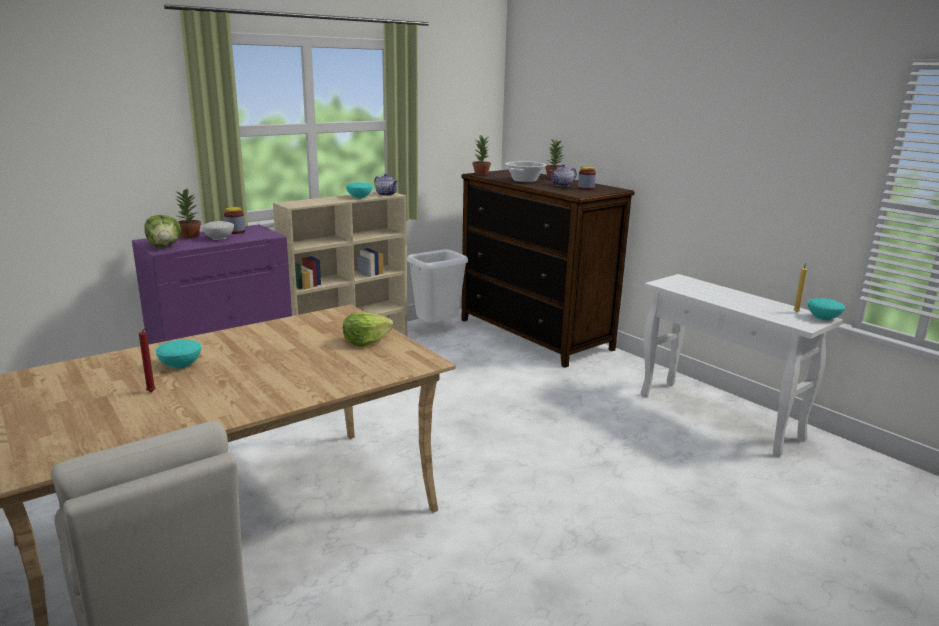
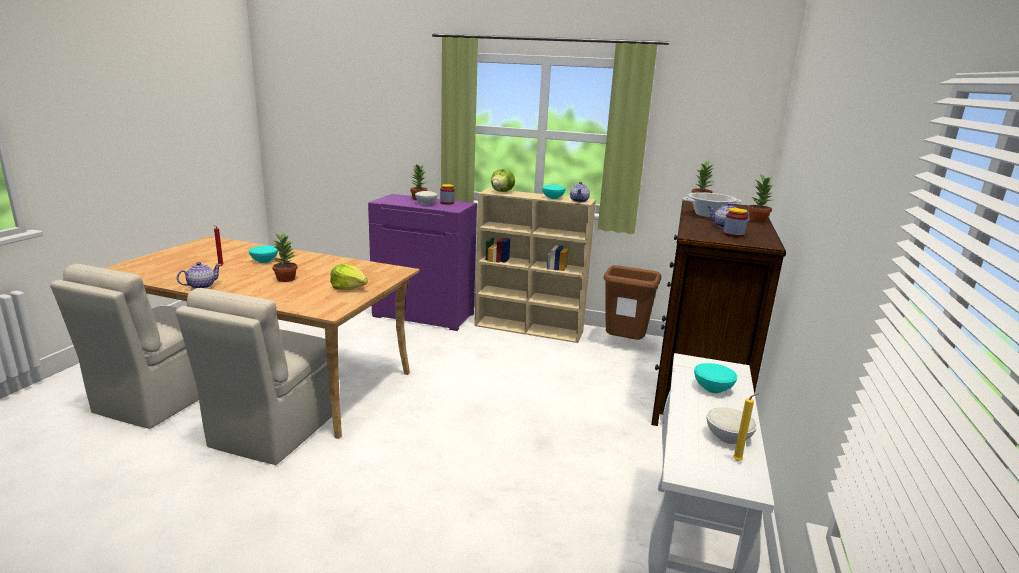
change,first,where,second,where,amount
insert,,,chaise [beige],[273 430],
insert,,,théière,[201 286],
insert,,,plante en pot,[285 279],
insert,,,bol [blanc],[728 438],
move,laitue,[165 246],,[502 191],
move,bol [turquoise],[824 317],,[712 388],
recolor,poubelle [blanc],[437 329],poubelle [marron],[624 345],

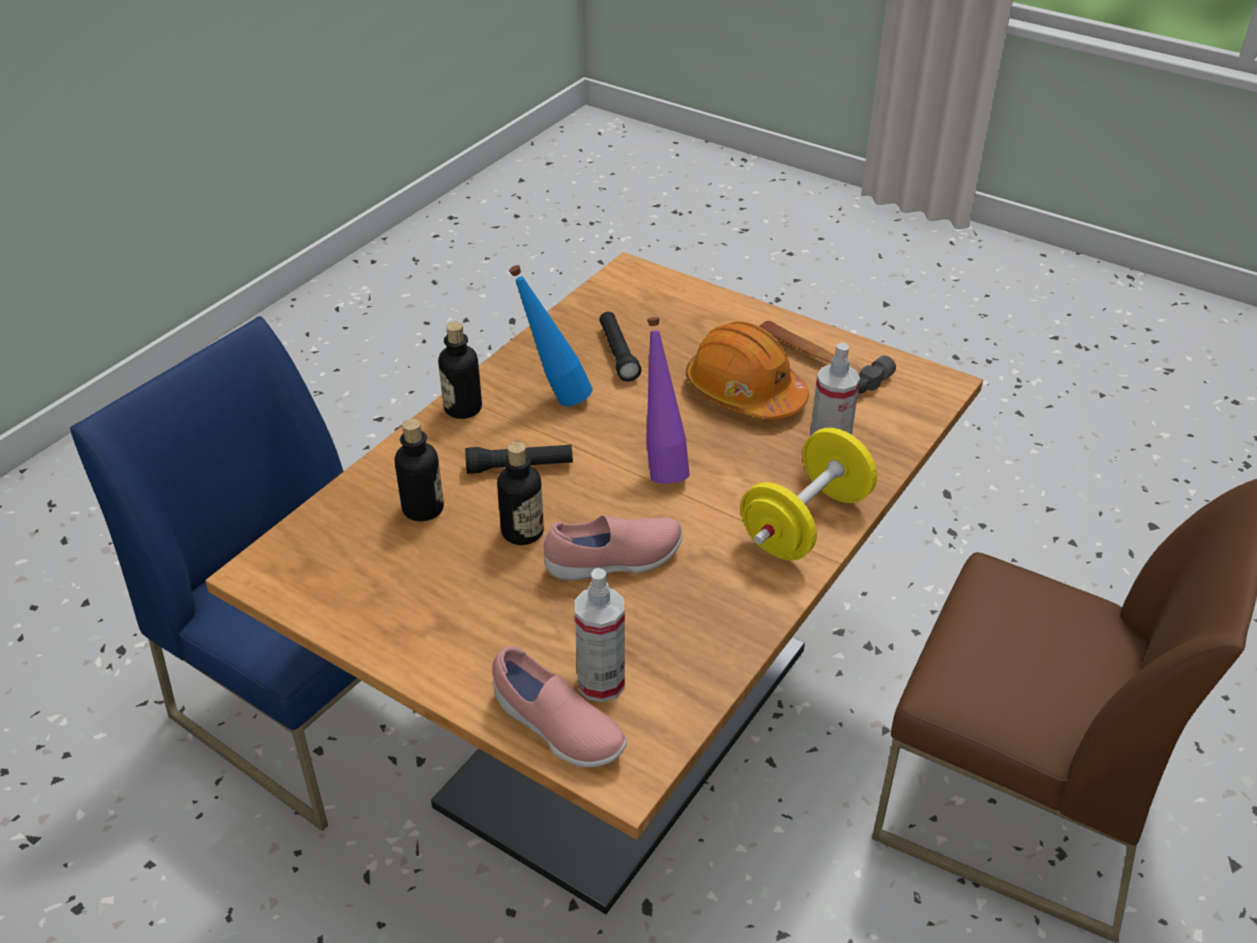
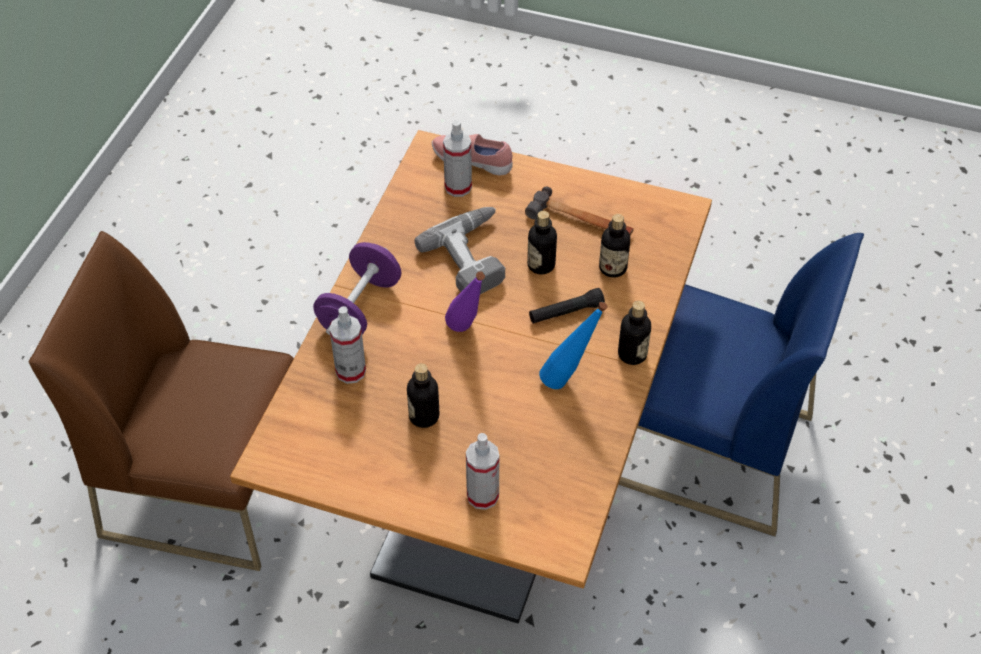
change,first,where,second,where,amount
delete,lampe de poche [noir],[618 354],,,
insert,,,vaporisateur,[482 495],
move,marteau,[820 359],,[580 222],
replace,chaussure [rose],[615 562],perceuse,[475 256],
replace,casque de chantier [orange],[744 392],bouteille,[424 416],
recolor,haltère [jaune],[805 523],haltère [violet],[359 308],

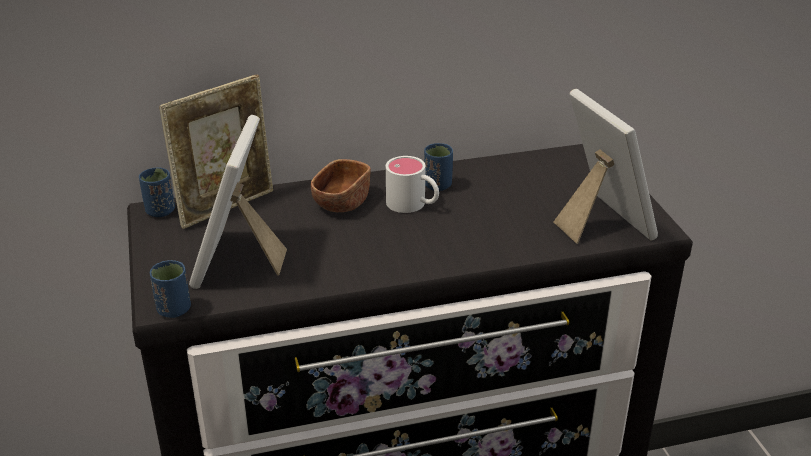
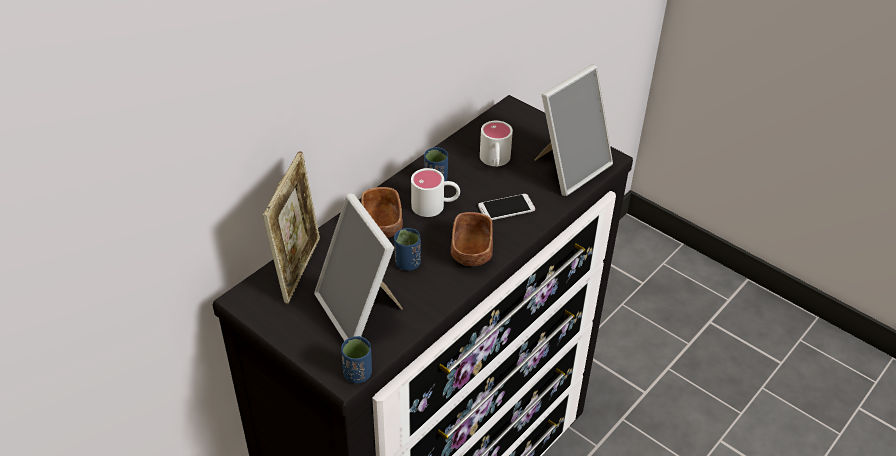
change,first,where,second,where,amount
insert,,,bol [marron],[471 252],
insert,,,téléphone,[506 208],
insert,,,mug [blanc],[495 161],
move,tasse [bleu],[160 211],,[407 263],
rotate,cadre photo,[599 223],,[569 168],105 degrees clockwise

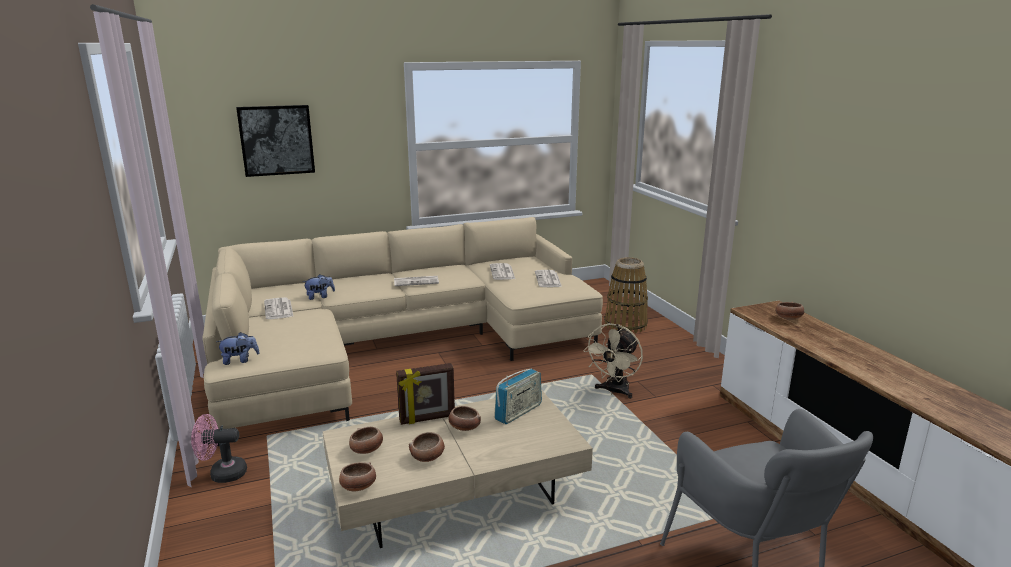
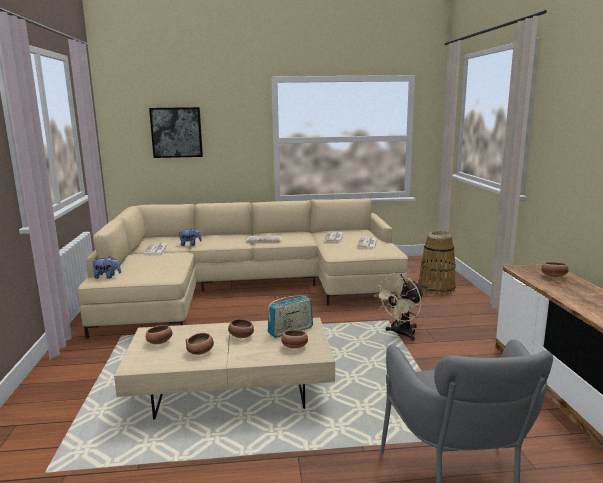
change,first,where,second,where,amount
delete,ventilateur [rose],[222 474],,,
delete,cadre photo,[427 419],,,
move,bol,[358 487],,[294 347],

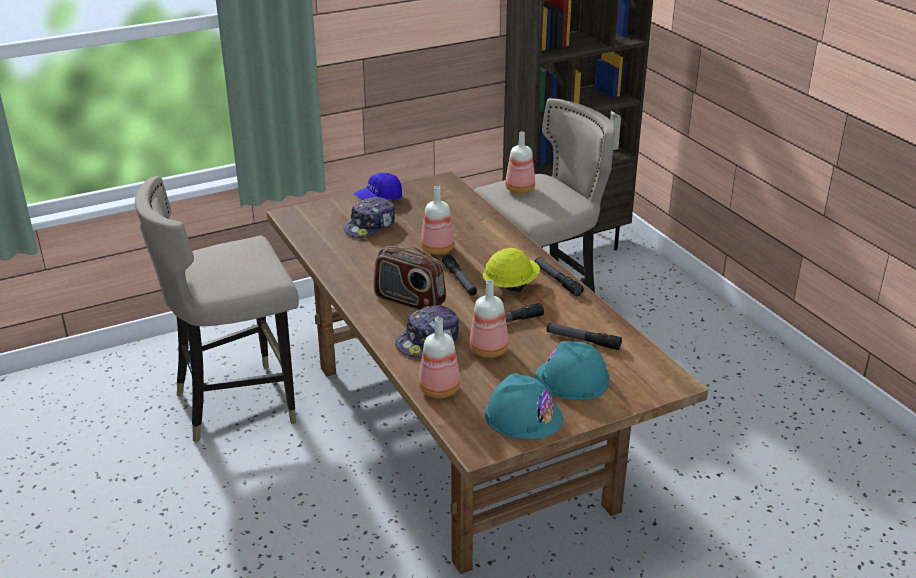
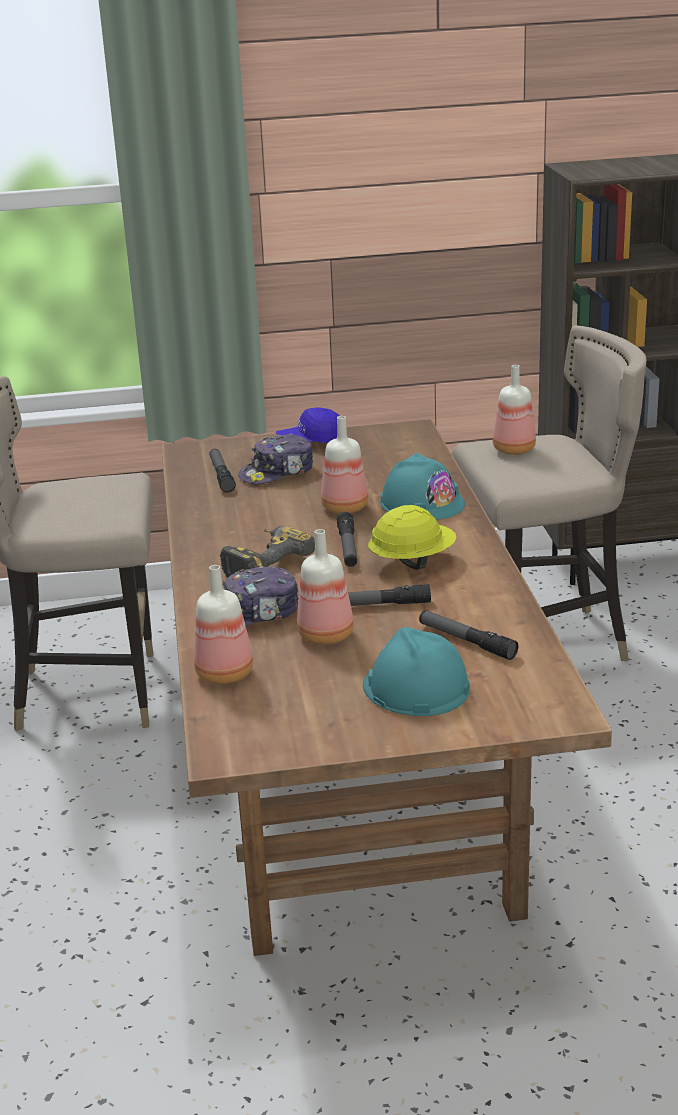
change,first,where,second,where,amount
move,casque de chantier [turquoise],[523 416],,[422 503],
move,lampe de poche,[557 280],,[221 476],
replace,radio,[409 301],perceuse,[263 564],

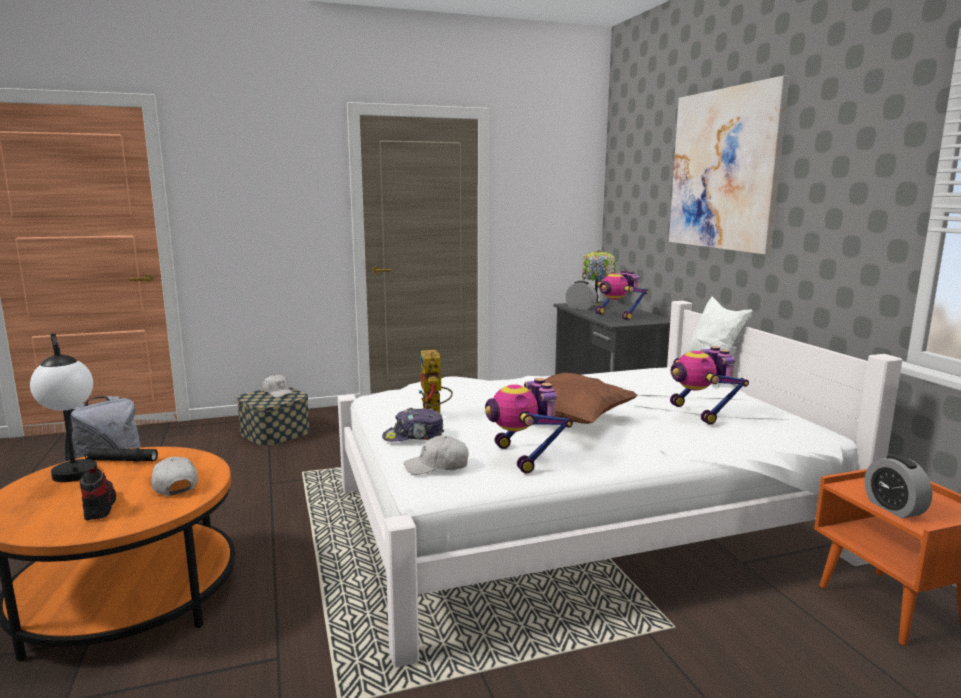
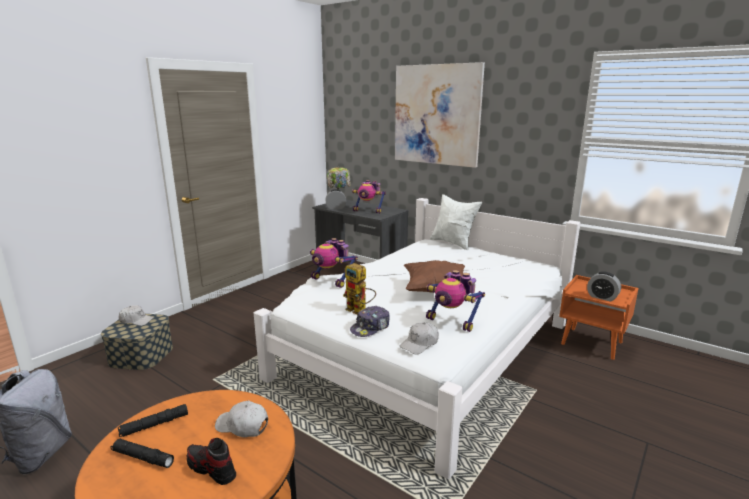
change,first,where,second,where,amount
move,robot jouet,[700 413],,[331 281],
replace,lampe de table,[77 479],lampe de poche [noir],[142 457],

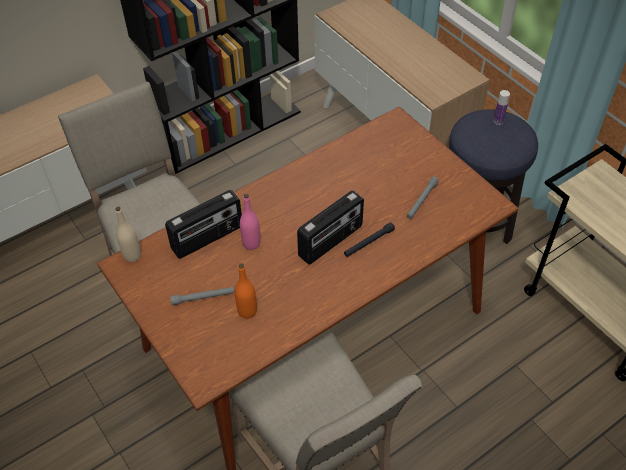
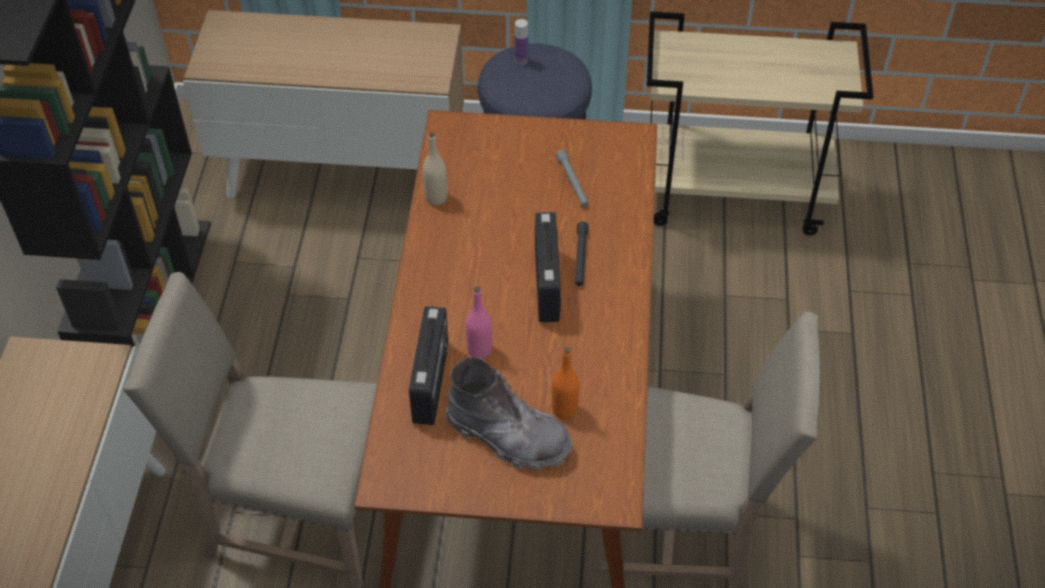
change,first,where,second,where,amount
move,bouteille [beige],[132 255],,[436 198],
replace,lampe de poche [gris],[203 298],botte [gris],[508 436],

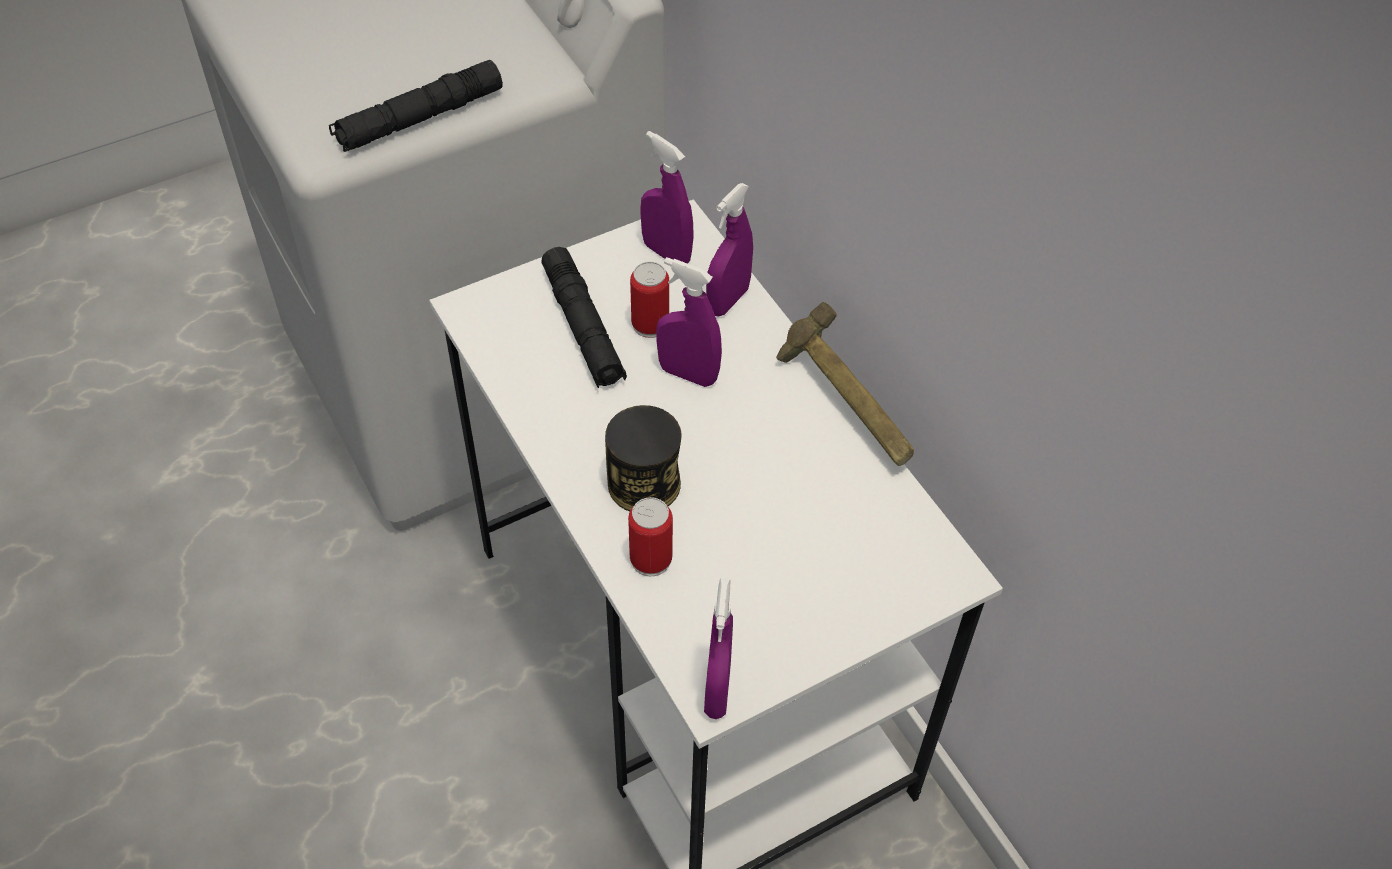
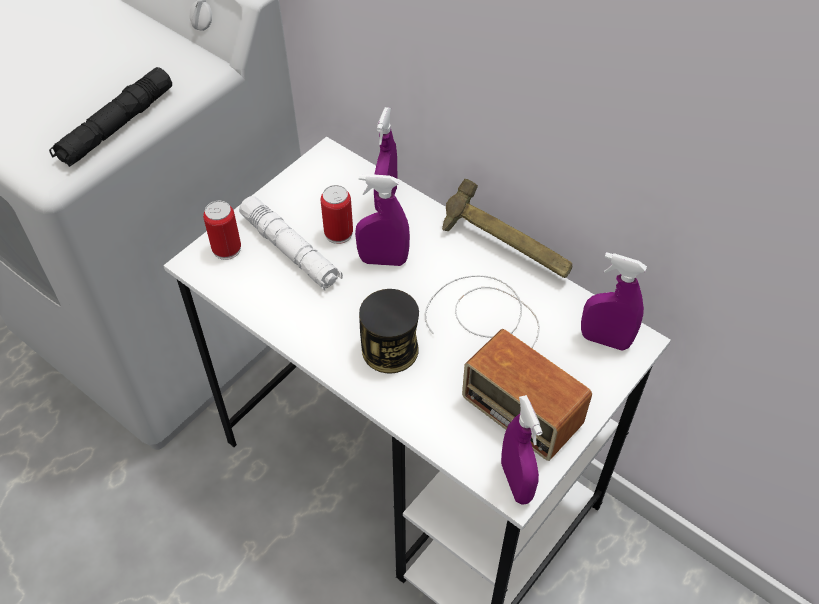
change,first,where,second,where,amount
insert,,,radio,[501 354],
move,boîte métallique,[651 559],,[227 249],
move,vaporisateur [violet],[666 253],,[605 340],
recolor,lampe de poche [noir],[583 327],lampe de poche [blanc],[290 250],

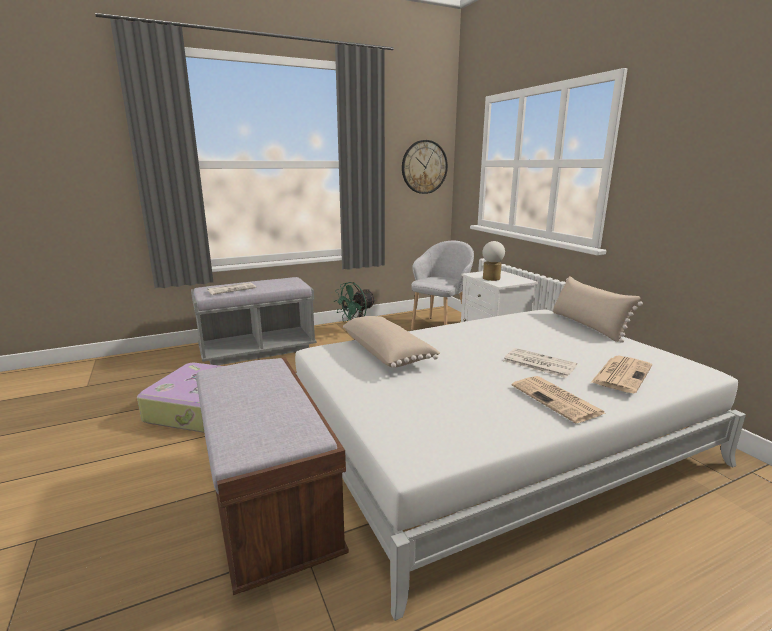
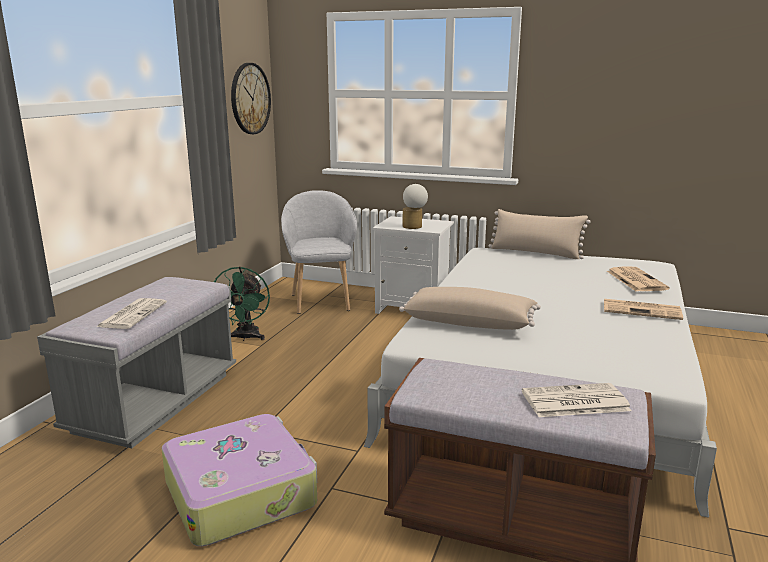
change,first,where,second,where,amount
move,journal,[538 363],,[574 402],

